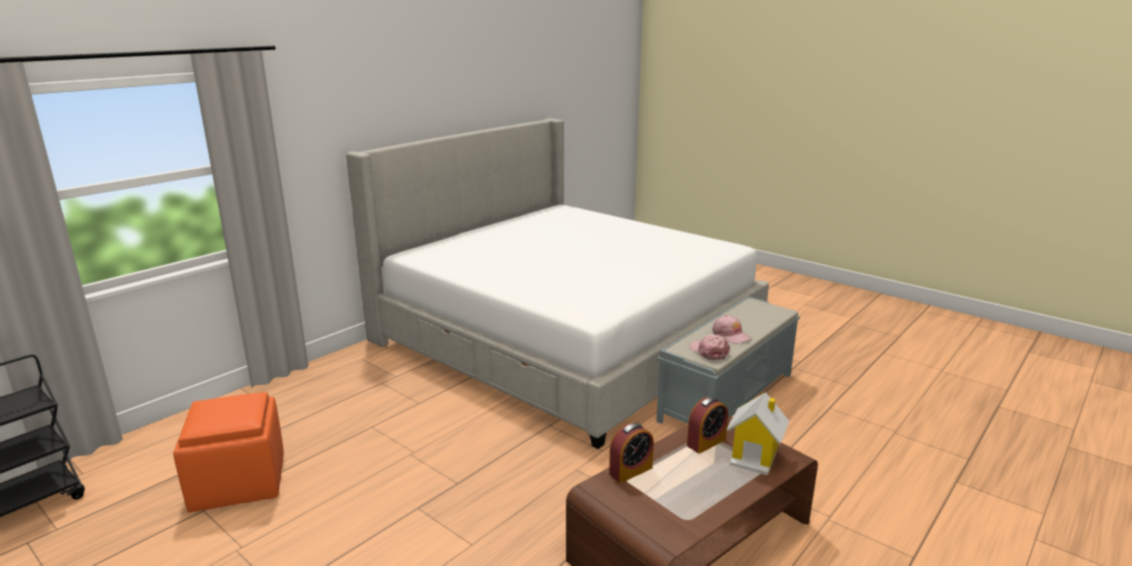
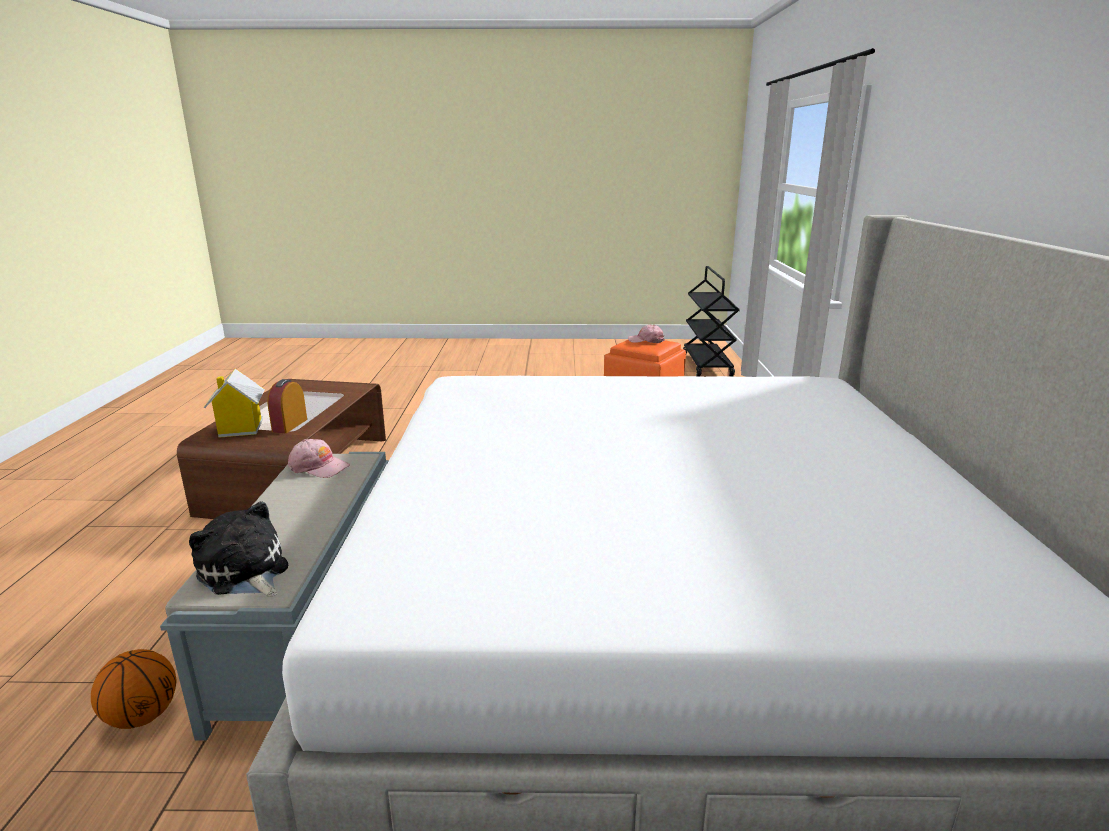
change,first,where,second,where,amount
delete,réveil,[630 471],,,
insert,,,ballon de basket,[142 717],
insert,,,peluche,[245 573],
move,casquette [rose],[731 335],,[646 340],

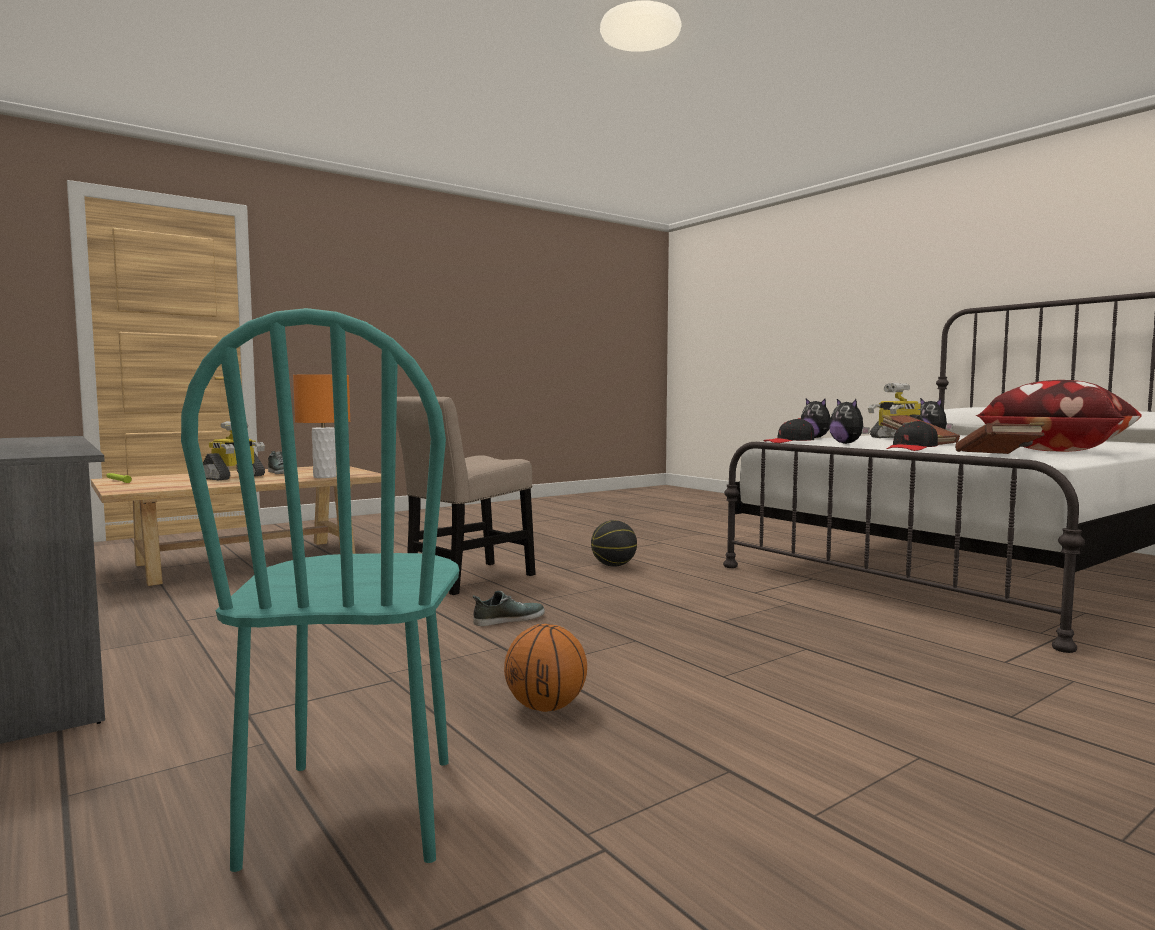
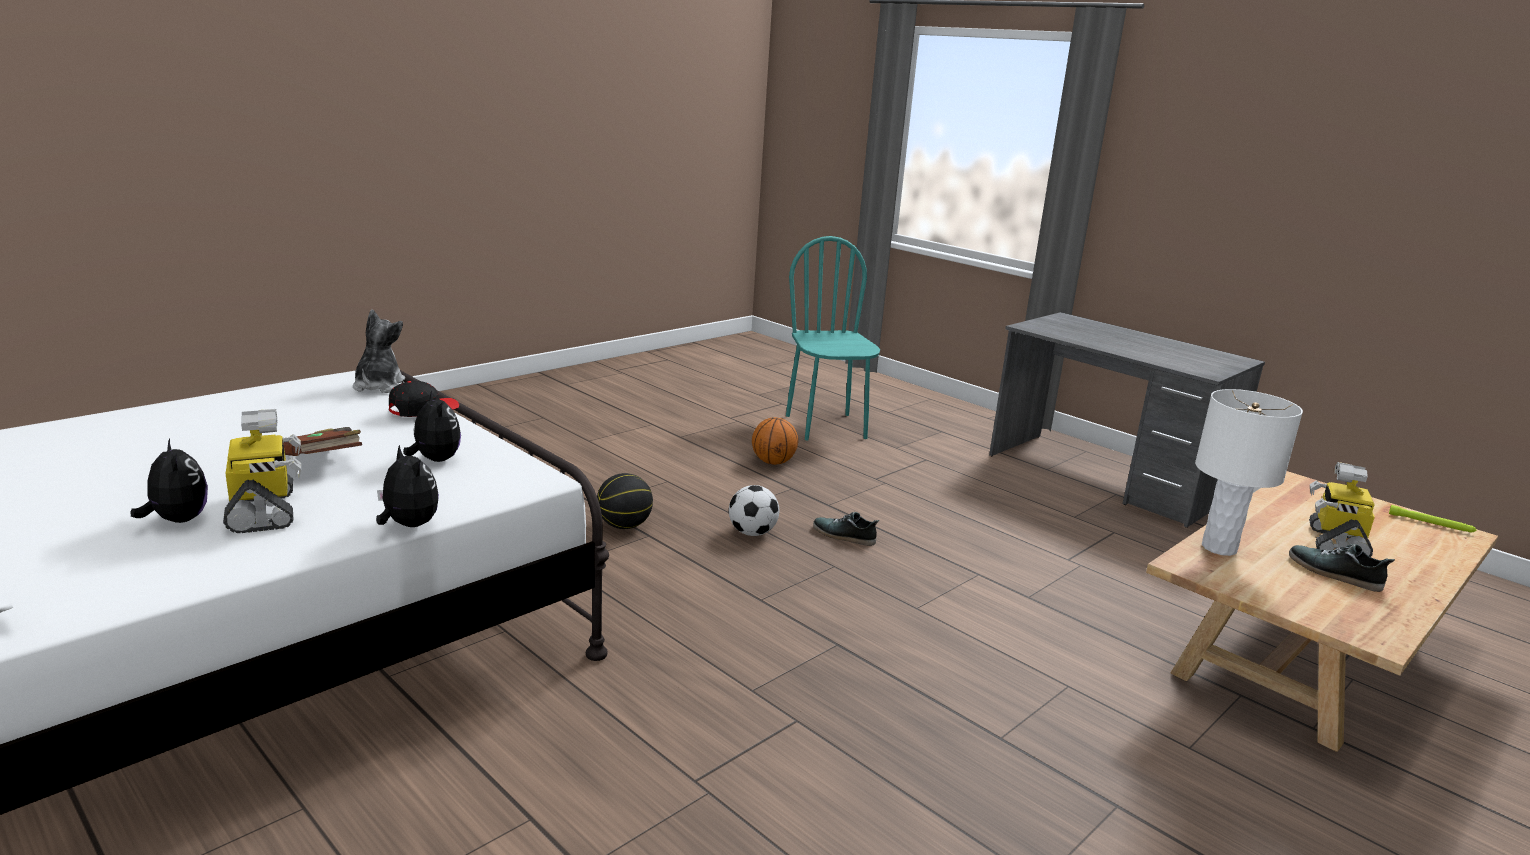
change,first,where,second,where,amount
delete,chaise [beige],[466 579],,,
delete,casquette [noir],[789 442],,,
delete,coussin,[1055 451],,,
insert,,,ballon de foot,[752 533],
move,ballon de basket,[614 565],,[624 526],
replace,livre [marron],[998 456],peluche,[379 386],
recolor,lampe de table [orange],[324 477],lampe de table [blanc],[1219 548],
rotate,chaussure,[508 619],,[844 536],60 degrees clockwise

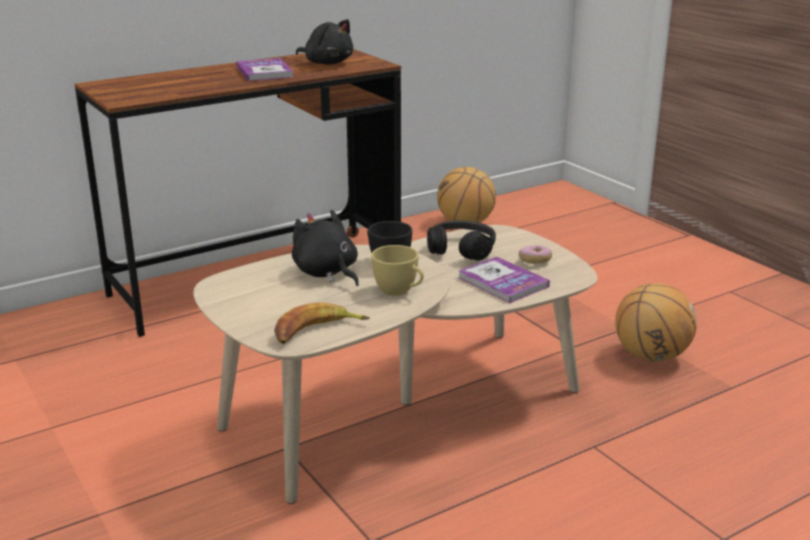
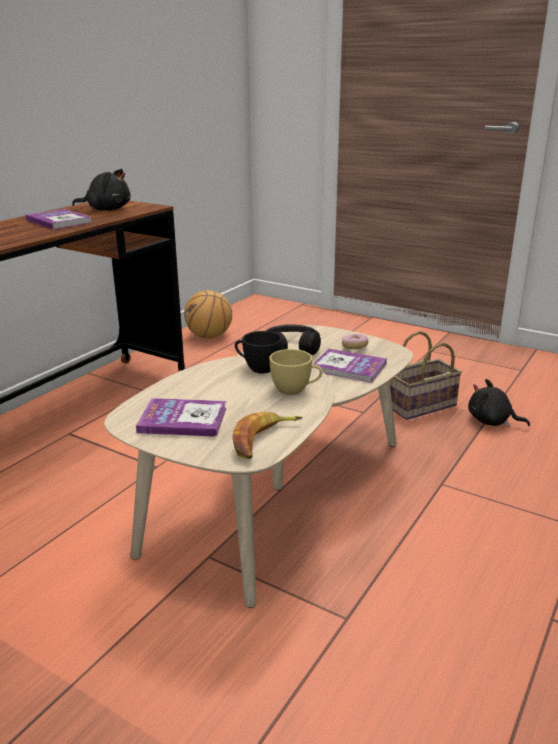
change,first,where,second,where,amount
insert,,,livre,[183 420],
move,peluche [noir],[327 273],,[492 421],
replace,ballon de basket,[650 356],panier,[420 407],

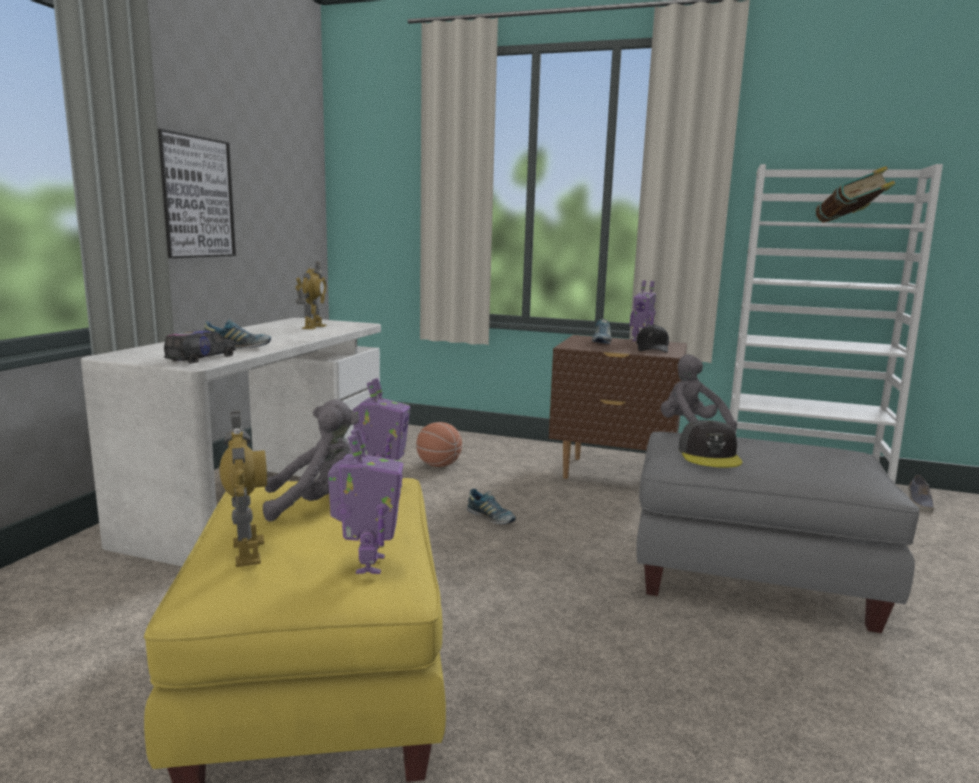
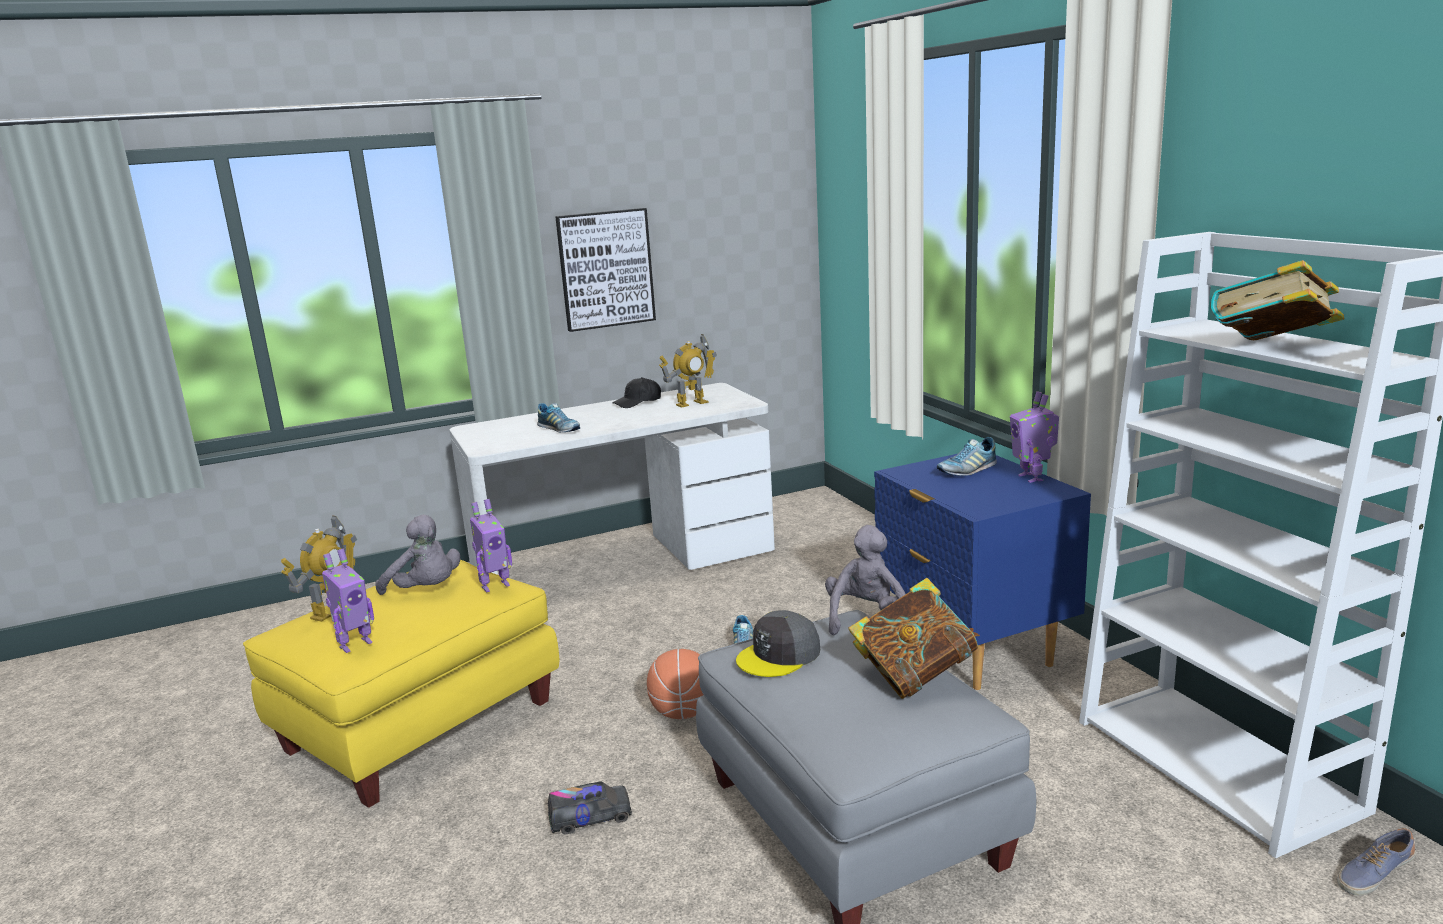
change,first,where,second,where,amount
insert,,,livre,[914 676],
move,camion jouet,[201 358],,[590 818],
move,ballon de basket,[438 465],,[683 712],
move,casquette [noir],[652 348],,[638 402],
recolor,table de chevet [marron],[613 474],table de chevet [bleu],[974 651],

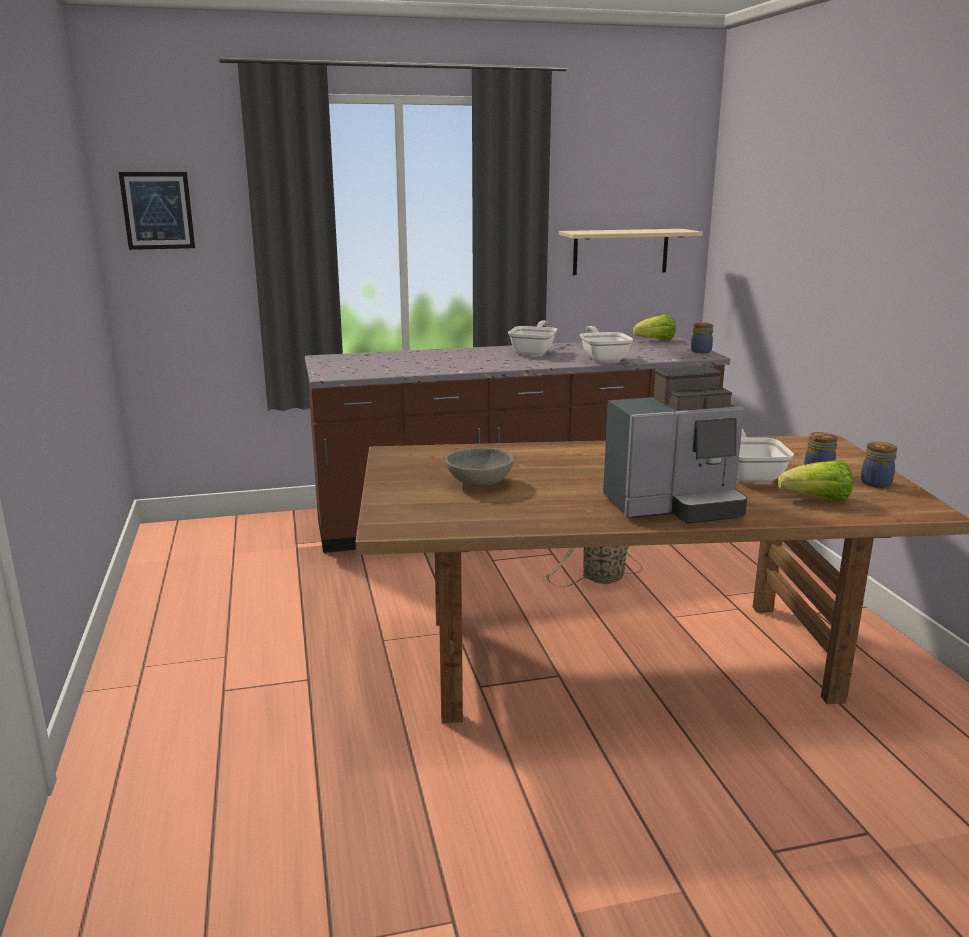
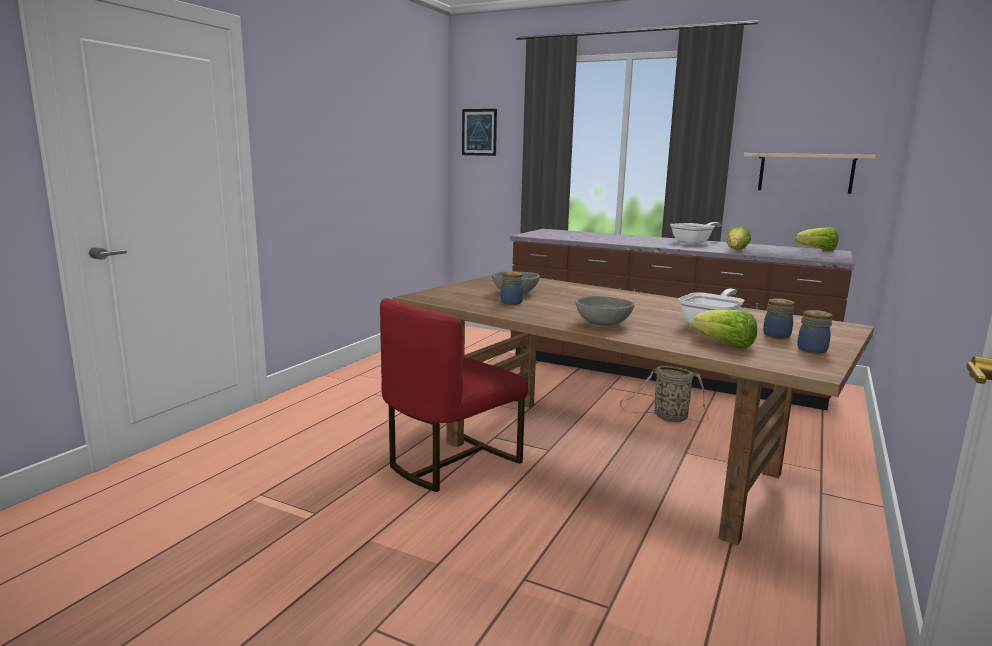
change,first,where,second,where,amount
insert,,,chaise [rouge],[450 462],
move,bocal,[700 351],,[512 302],
replace,poêle,[603 358],laitue,[736 250],
replace,machine à café,[675 506],bol [gris],[604 323],

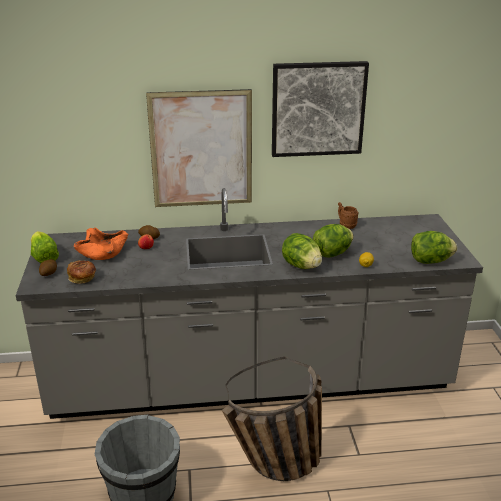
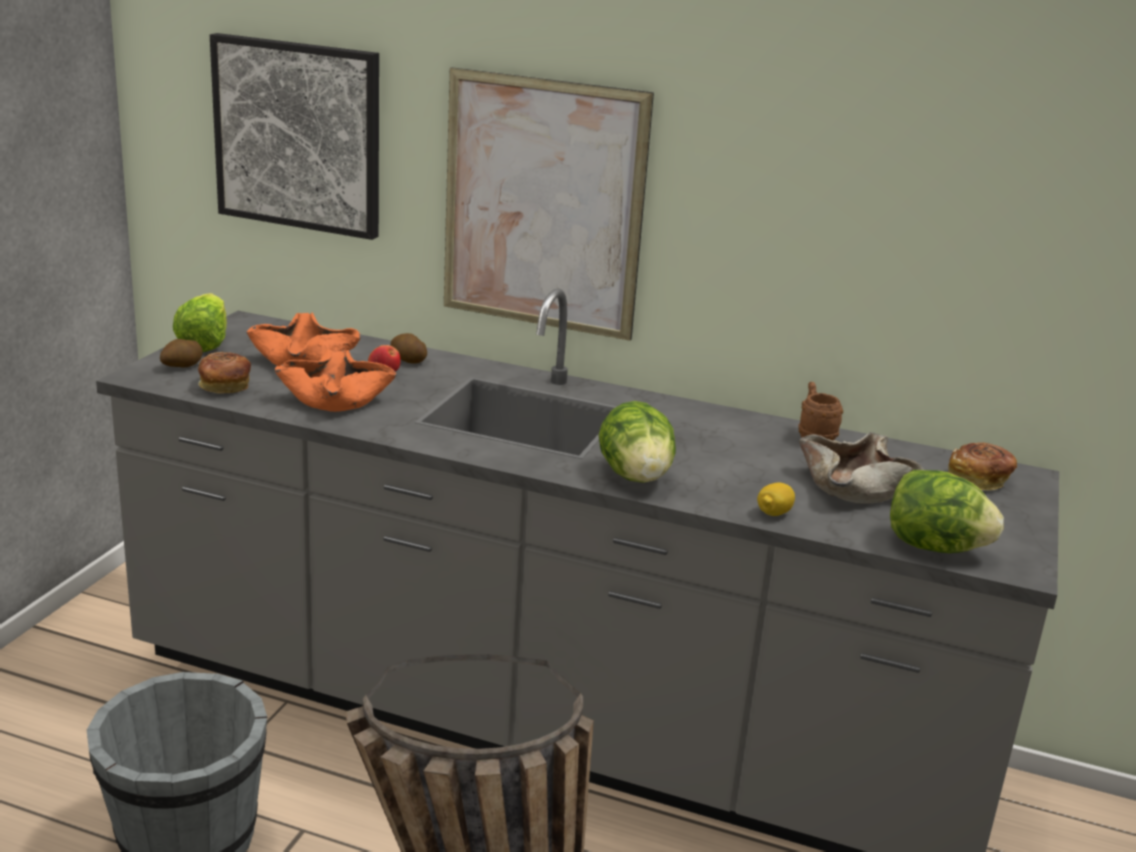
change,first,where,second,where,amount
delete,laitue,[332 253],,,
insert,,,bol [orange],[336 398],
insert,,,bol [beige],[853 487],
insert,,,pain,[978 480],
move,tableau,[318 109],,[298 135],

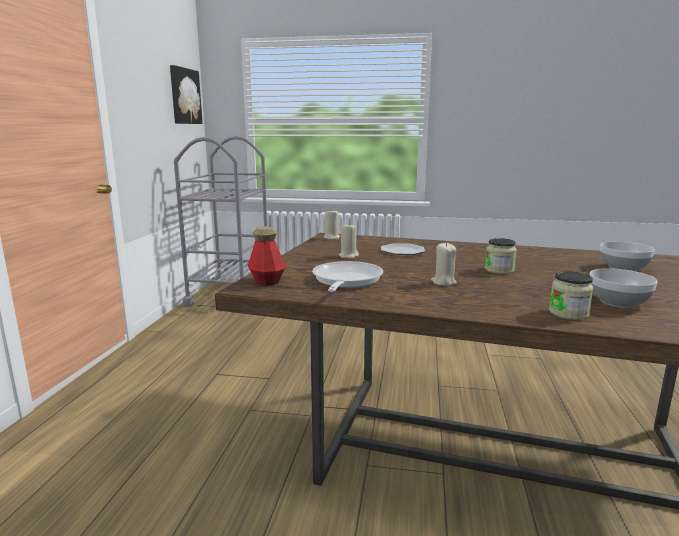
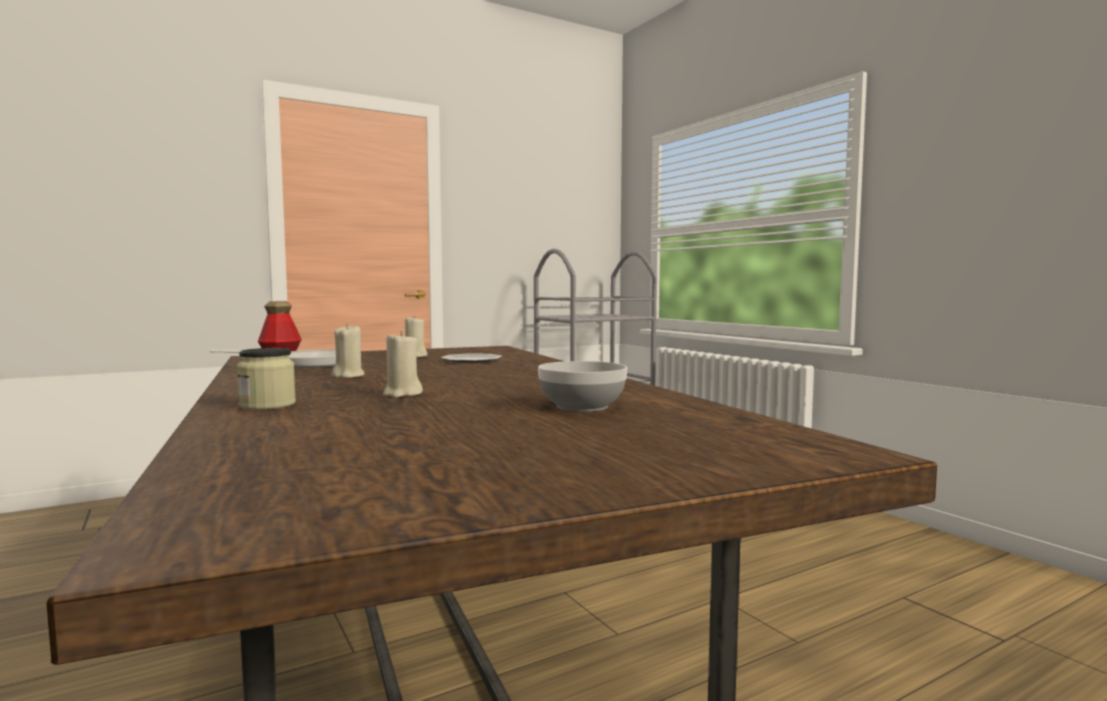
change,first,where,second,where,amount
delete,tableau,[184 96],,,
delete,bocal,[499 270],,,
delete,bol,[619 302],,,
move,bougie [beige],[331 237],,[402 394],

